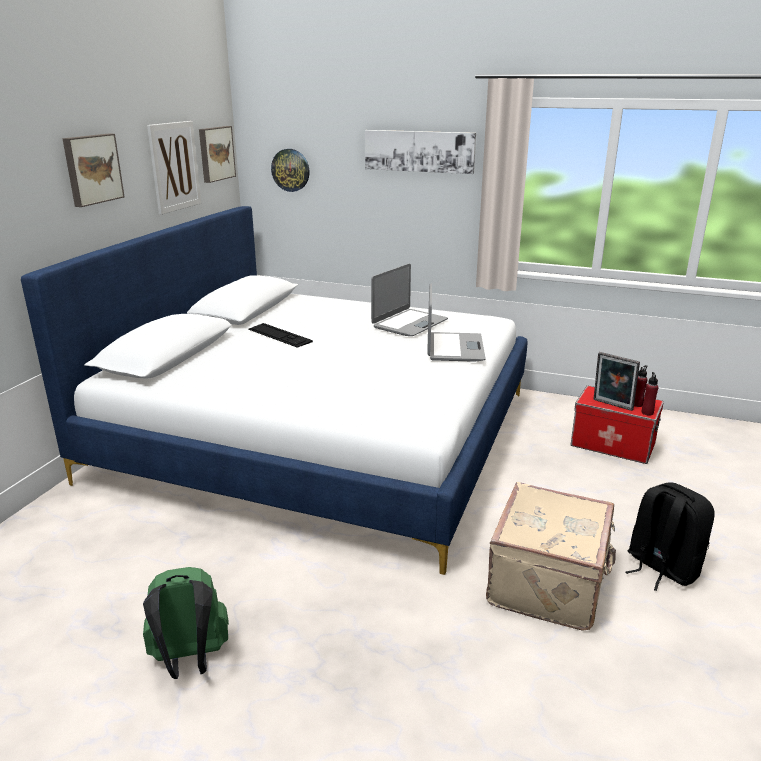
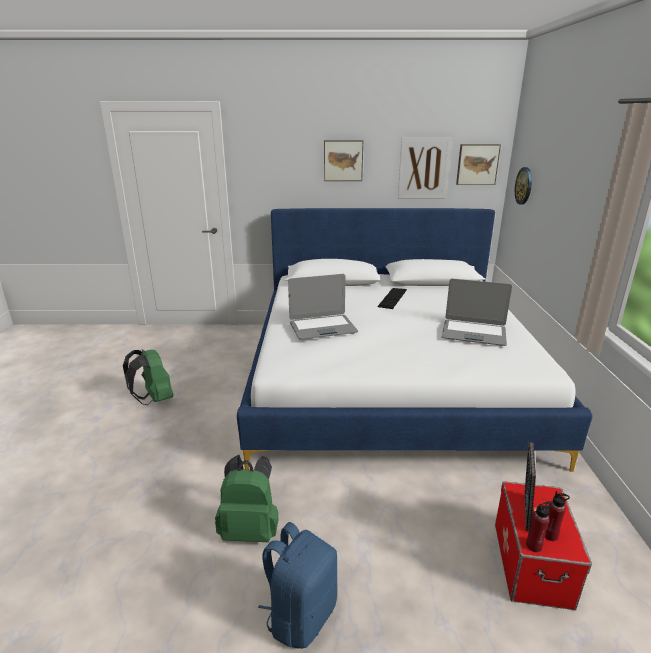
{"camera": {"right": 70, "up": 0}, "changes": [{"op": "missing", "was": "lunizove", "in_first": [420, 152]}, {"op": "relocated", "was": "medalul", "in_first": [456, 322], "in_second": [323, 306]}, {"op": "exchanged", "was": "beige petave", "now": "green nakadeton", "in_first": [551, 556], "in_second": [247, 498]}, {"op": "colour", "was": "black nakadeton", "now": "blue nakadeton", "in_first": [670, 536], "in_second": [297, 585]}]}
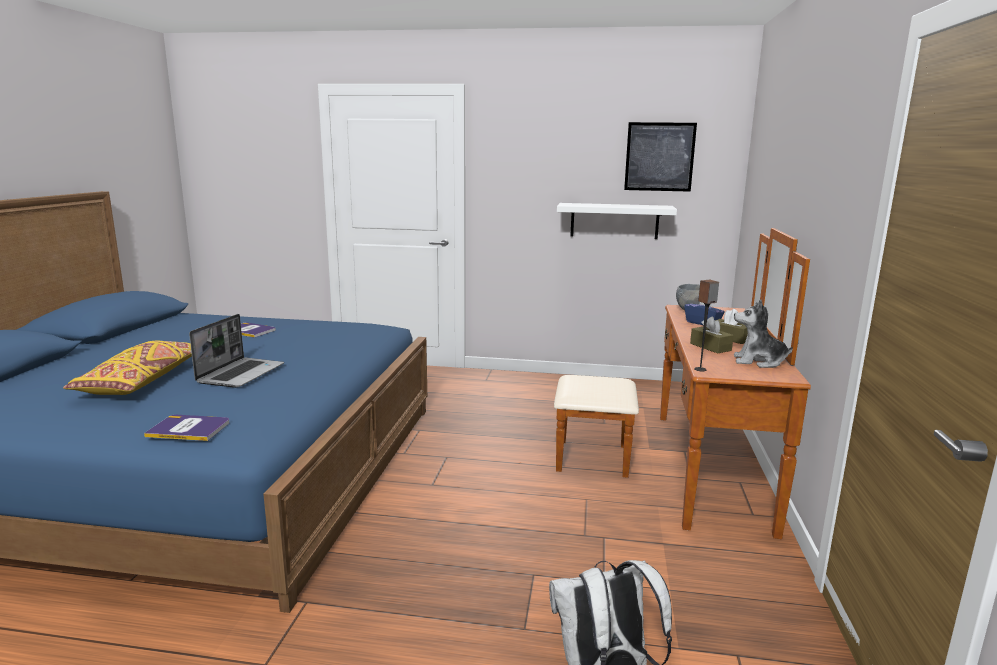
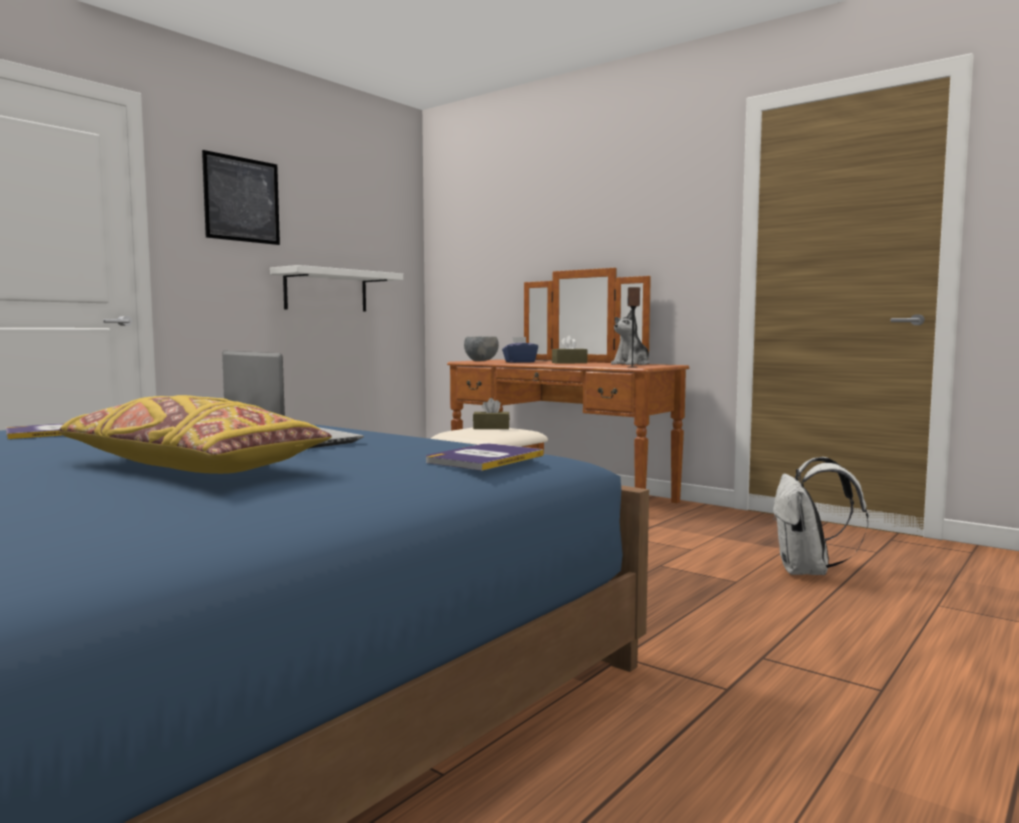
{"camera": {"right": -60, "up": -10}, "changes": [{"op": "relocated", "was": "lunizove", "in_first": [660, 157], "in_second": [241, 197]}, {"op": "relocated", "was": "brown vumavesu", "in_first": [712, 334], "in_second": [491, 413]}]}
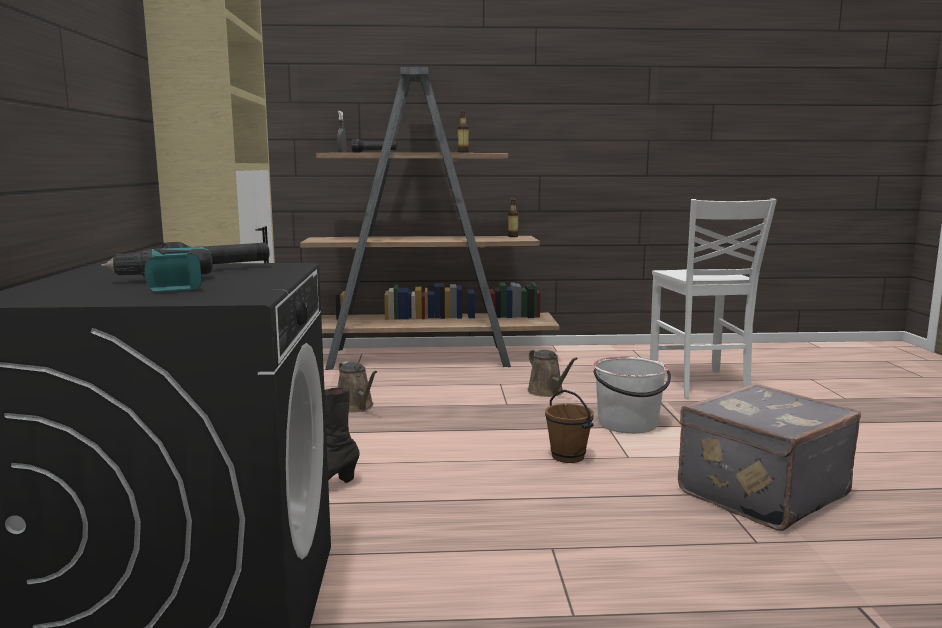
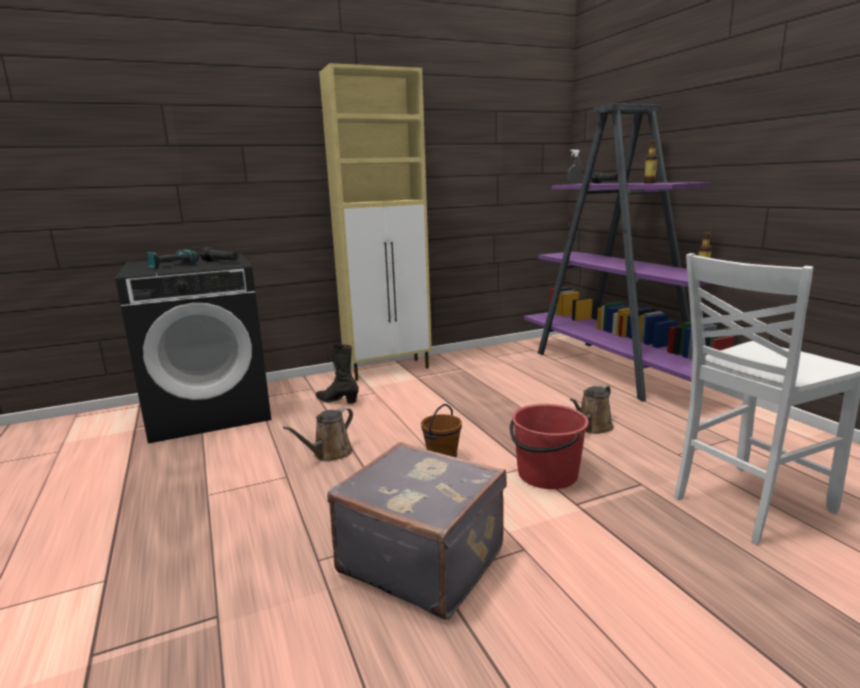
{"camera": {"right": 70, "up": 5}, "changes": [{"op": "colour", "was": "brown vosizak", "now": "purple vosizak", "in_first": [430, 218], "in_second": [629, 252]}, {"op": "colour", "was": "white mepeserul", "now": "red mepeserul", "in_first": [632, 395], "in_second": [549, 446]}, {"op": "relocated", "was": "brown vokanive", "in_first": [357, 387], "in_second": [318, 434]}]}
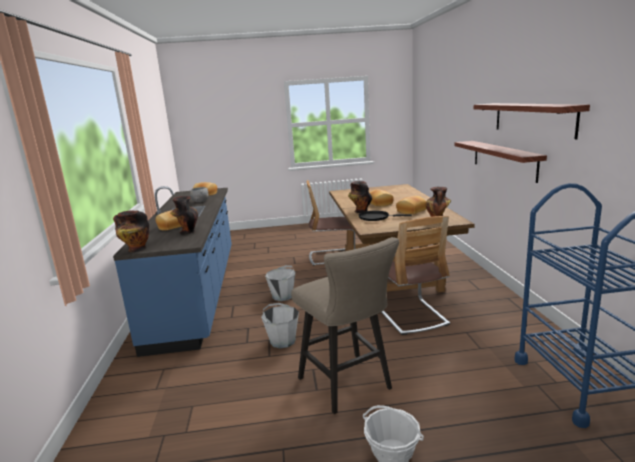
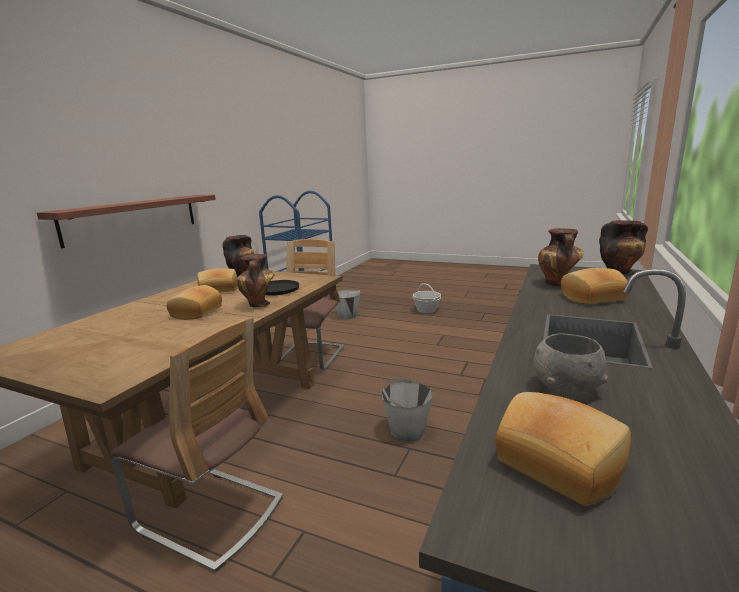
{"camera": {"right": -150, "up": 0}, "changes": [{"op": "missing", "was": "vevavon", "in_first": [532, 121]}, {"op": "missing", "was": "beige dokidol", "in_first": [345, 325]}, {"op": "relocated", "was": "grey mepeserul", "in_first": [280, 326], "in_second": [348, 305]}]}
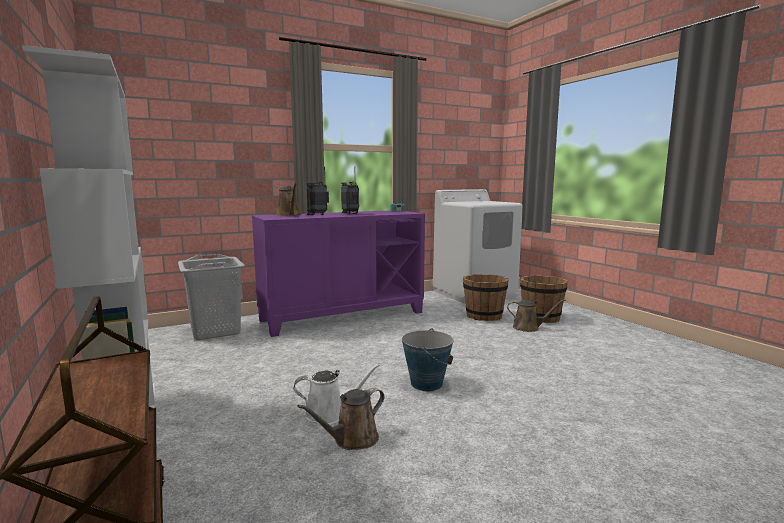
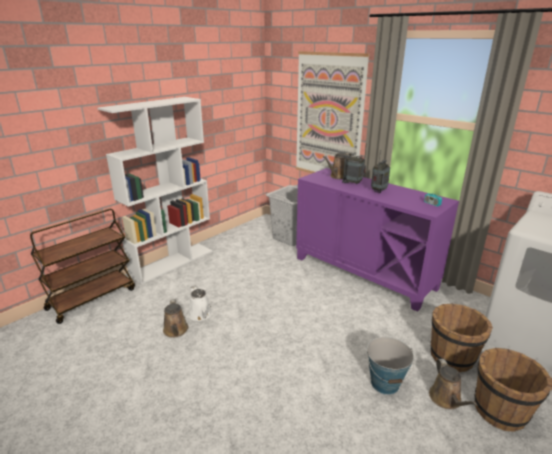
{"camera": {"right": 70, "up": 15}, "changes": [{"op": "relocated", "was": "mepeserul", "in_first": [427, 359], "in_second": [390, 366]}, {"op": "spun", "was": "brown vokanive", "in_first": [340, 419], "in_second": [175, 318], "clockwise": -135}, {"op": "appeared", "now": "lunizove", "in_second": [333, 112]}]}
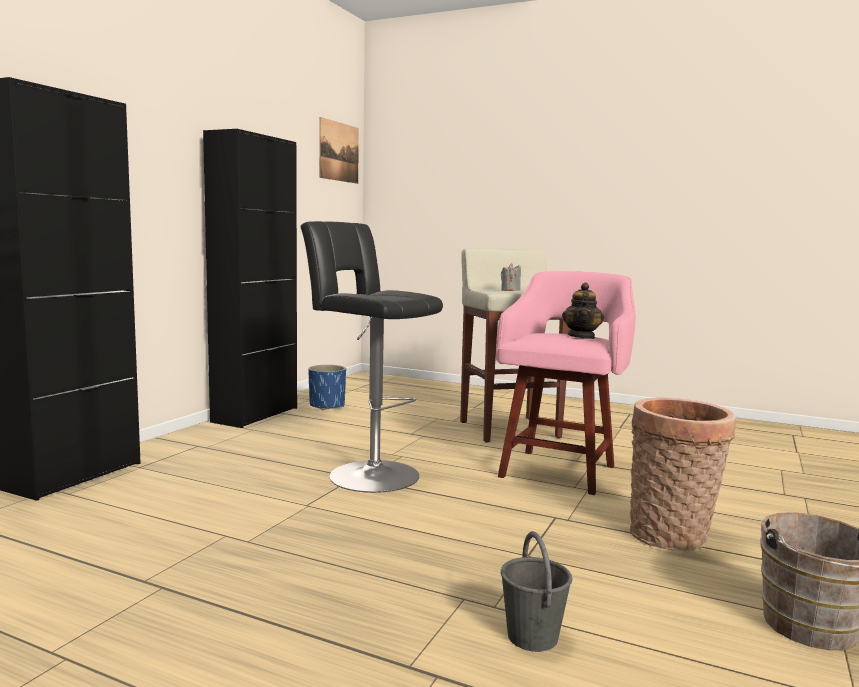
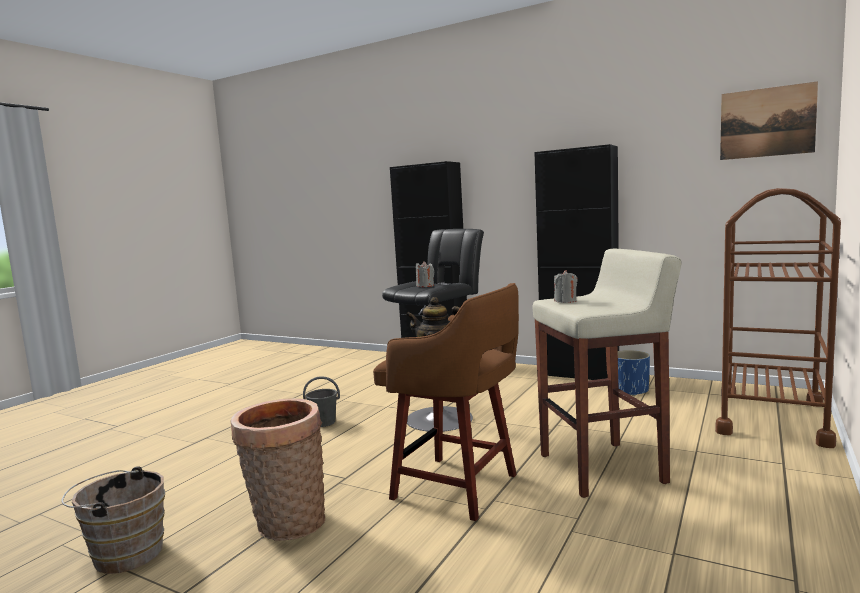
{"camera": {"right": 95, "up": 0}, "changes": [{"op": "colour", "was": "pink dokidol", "now": "brown dokidol", "in_first": [566, 383], "in_second": [446, 402]}, {"op": "relocated", "was": "grey mepeserul", "in_first": [536, 591], "in_second": [321, 401]}, {"op": "appeared", "now": "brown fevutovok", "in_second": [778, 318]}, {"op": "appeared", "now": "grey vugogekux", "in_second": [425, 274]}]}
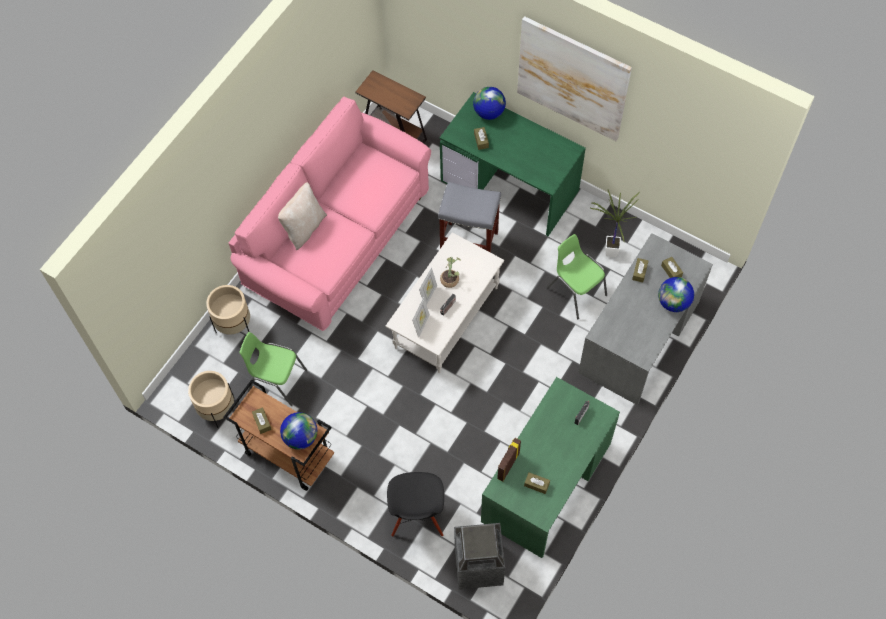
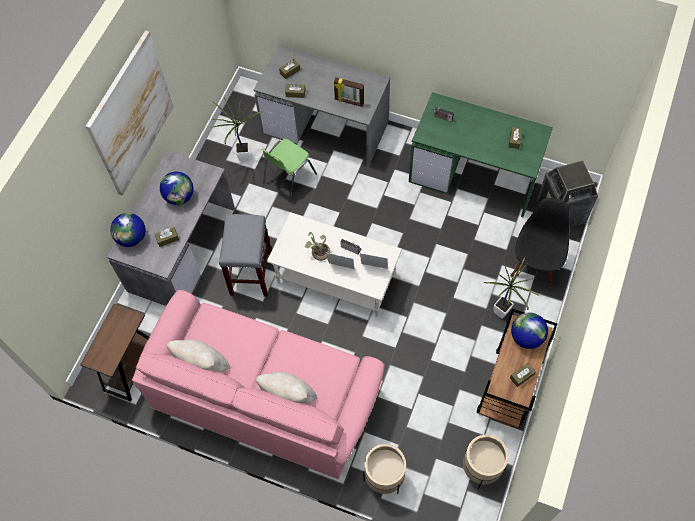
{"camera": {"right": -100, "up": 0}, "changes": [{"op": "colour", "was": "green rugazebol", "now": "grey rugazebol", "in_first": [513, 164], "in_second": [171, 228]}, {"op": "relocated", "was": "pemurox", "in_first": [676, 294], "in_second": [177, 188]}, {"op": "missing", "was": "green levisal", "in_first": [273, 369]}, {"op": "relocated", "was": "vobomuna", "in_first": [509, 460], "in_second": [349, 92]}, {"op": "spun", "was": "black levisal", "in_first": [415, 504], "in_second": [539, 242], "clockwise": -60}, {"op": "appeared", "now": "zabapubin", "in_second": [511, 288]}, {"op": "appeared", "now": "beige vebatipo", "in_second": [198, 355]}]}
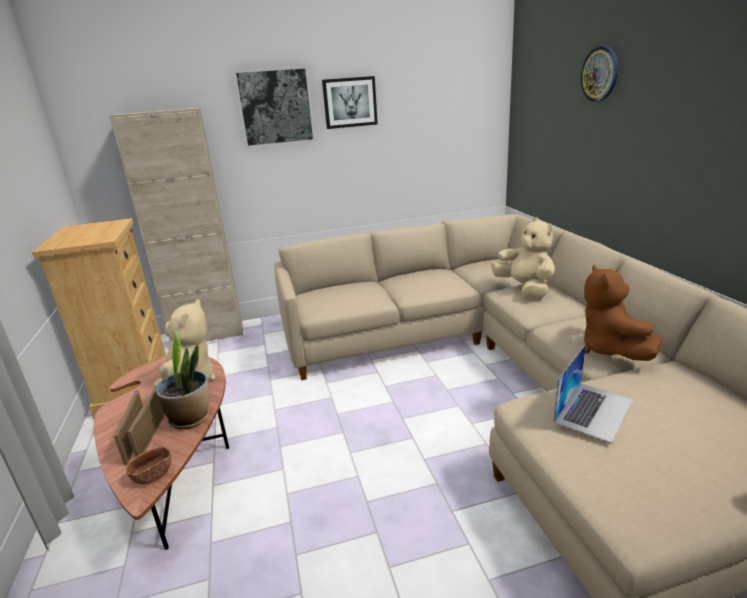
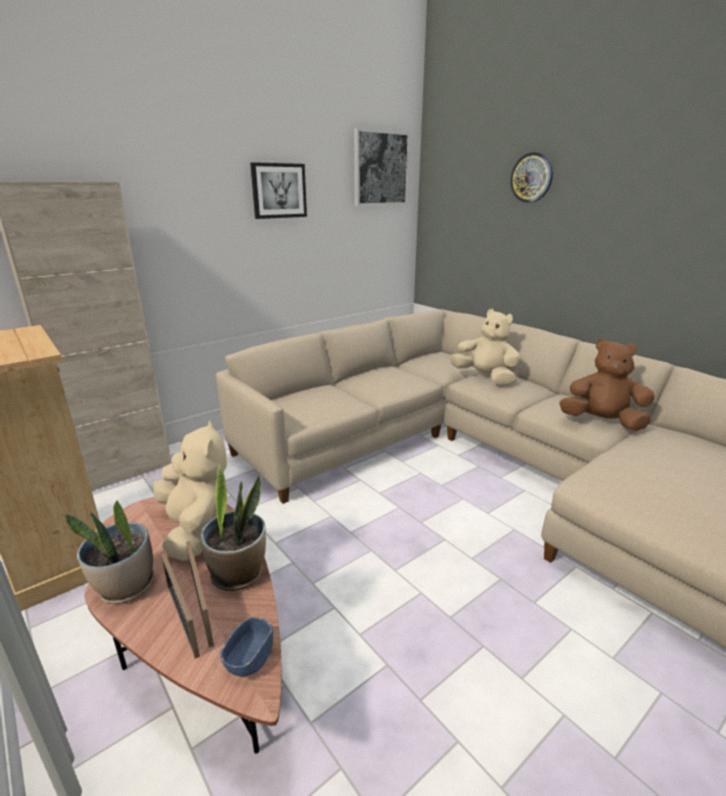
{"camera": {"right": -25, "up": 0}, "changes": [{"op": "relocated", "was": "lunizove", "in_first": [274, 106], "in_second": [382, 167]}, {"op": "spun", "was": "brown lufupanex", "in_first": [623, 313], "in_second": [606, 384], "clockwise": 135}, {"op": "missing", "was": "medalul", "in_first": [594, 393]}, {"op": "colour", "was": "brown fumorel", "now": "blue fumorel", "in_first": [148, 465], "in_second": [246, 647]}, {"op": "appeared", "now": "zabapubin", "in_second": [109, 552]}]}
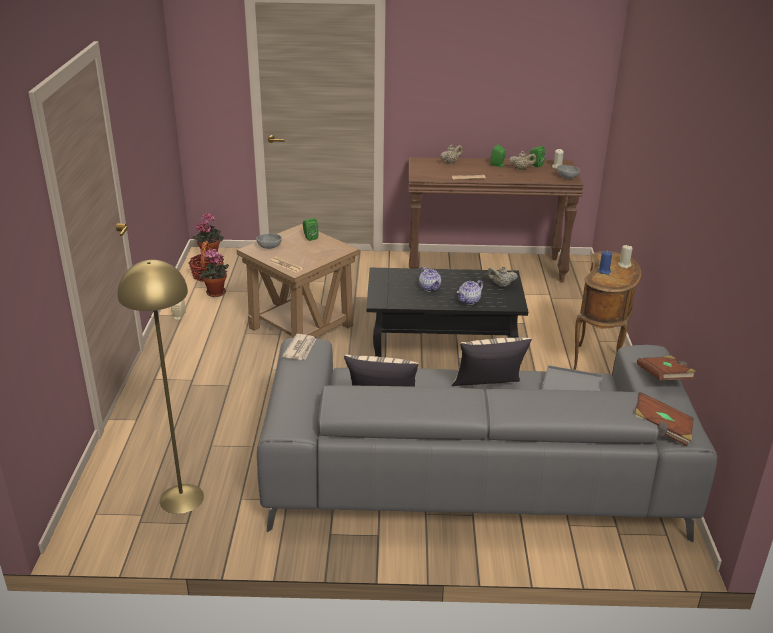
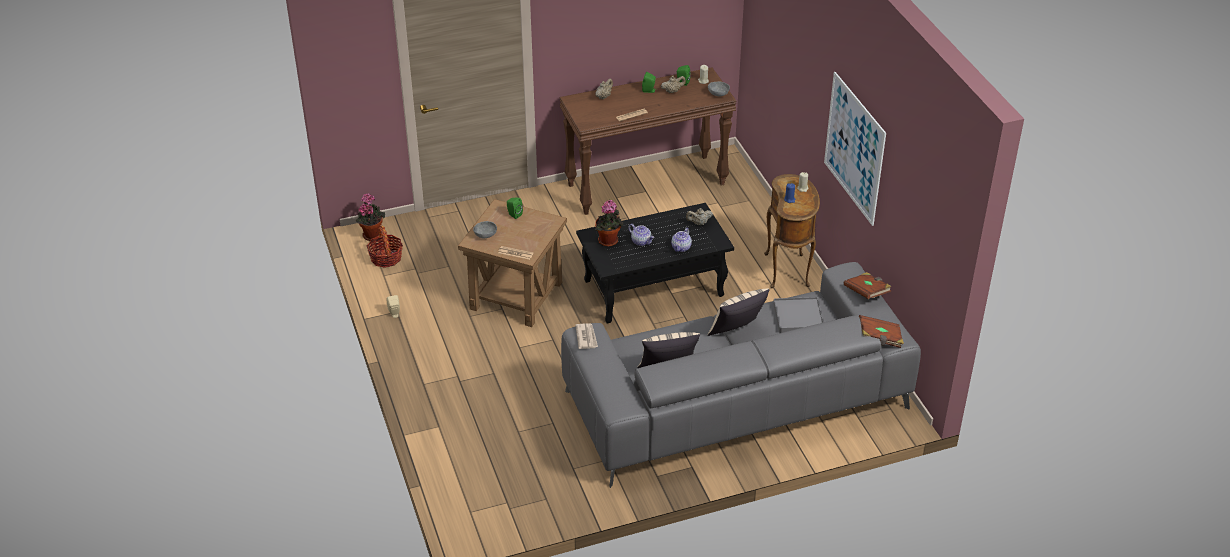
{"camera": {"right": -20, "up": 10}, "changes": [{"op": "relocated", "was": "zabapubin", "in_first": [213, 273], "in_second": [609, 223]}, {"op": "missing", "was": "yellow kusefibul", "in_first": [161, 387]}, {"op": "appeared", "now": "lunizove", "in_second": [855, 149]}]}
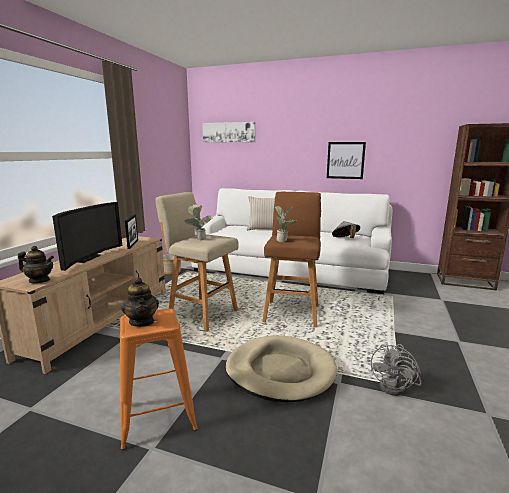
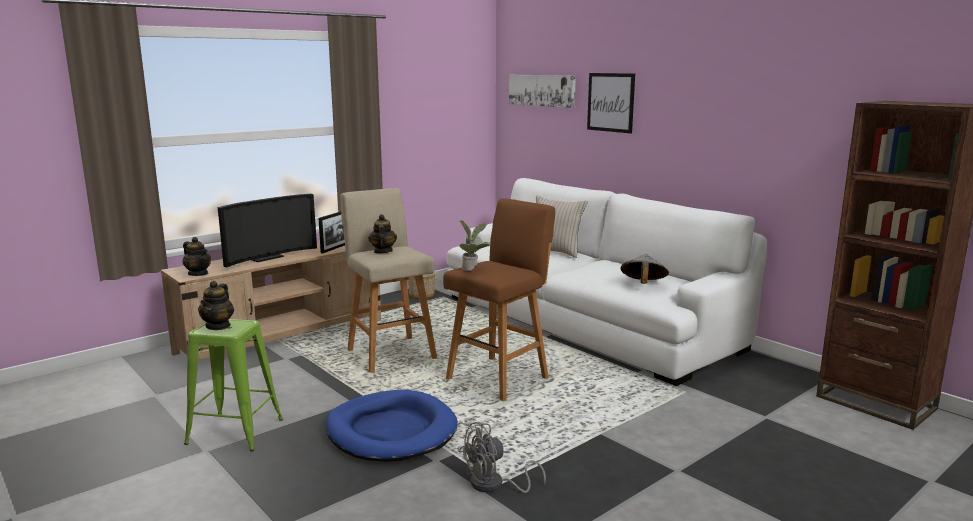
{"camera": {"right": 30, "up": 0}, "changes": [{"op": "relocated", "was": "lunizove", "in_first": [346, 160], "in_second": [611, 103]}, {"op": "exchanged", "was": "zabapubin", "now": "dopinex", "in_first": [199, 222], "in_second": [382, 233]}, {"op": "colour", "was": "orange dokidol", "now": "green dokidol", "in_first": [159, 380], "in_second": [233, 385]}, {"op": "colour", "was": "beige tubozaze", "now": "blue tubozaze", "in_first": [281, 369], "in_second": [391, 425]}]}
